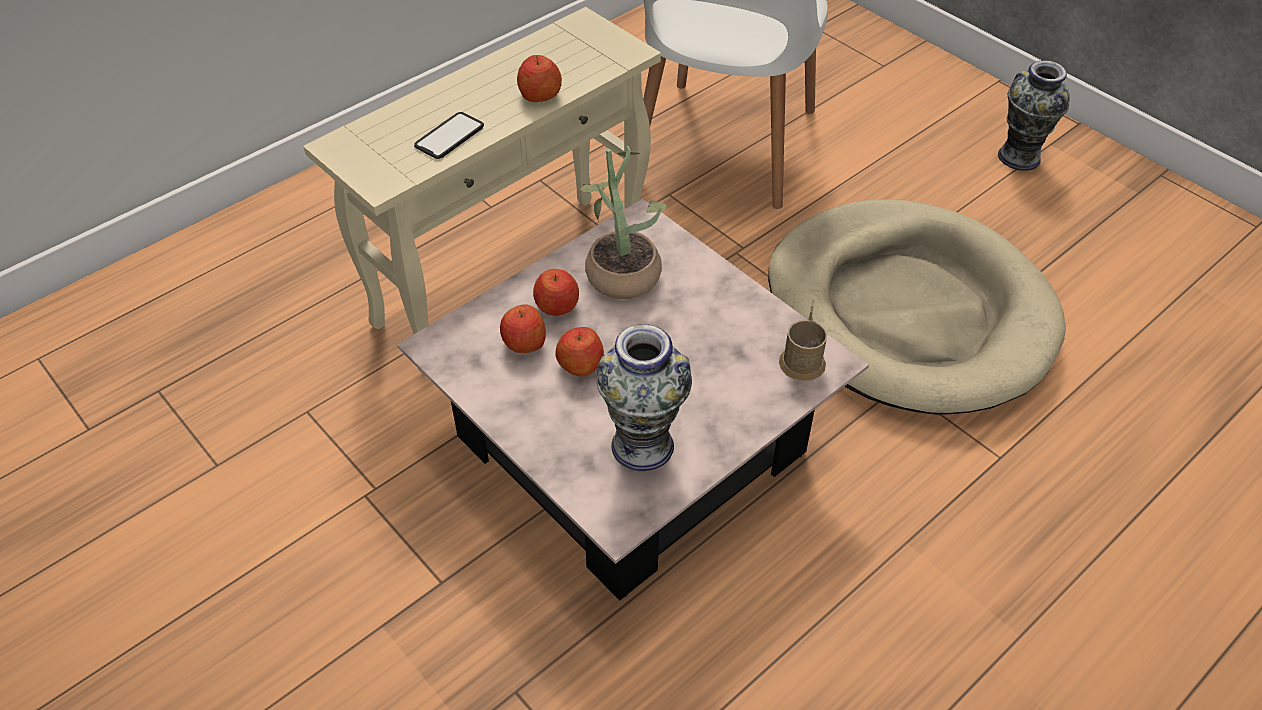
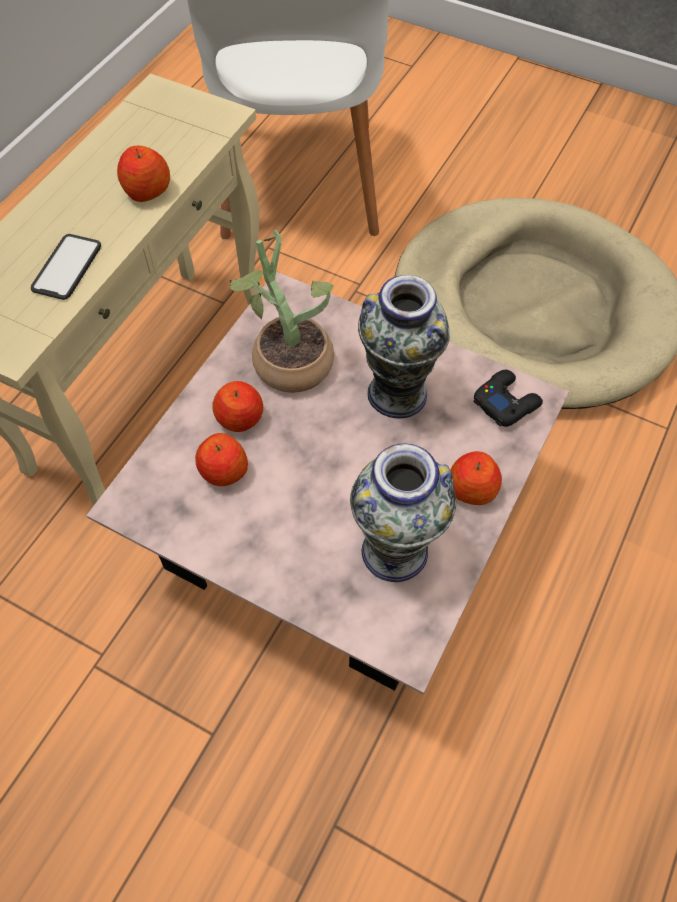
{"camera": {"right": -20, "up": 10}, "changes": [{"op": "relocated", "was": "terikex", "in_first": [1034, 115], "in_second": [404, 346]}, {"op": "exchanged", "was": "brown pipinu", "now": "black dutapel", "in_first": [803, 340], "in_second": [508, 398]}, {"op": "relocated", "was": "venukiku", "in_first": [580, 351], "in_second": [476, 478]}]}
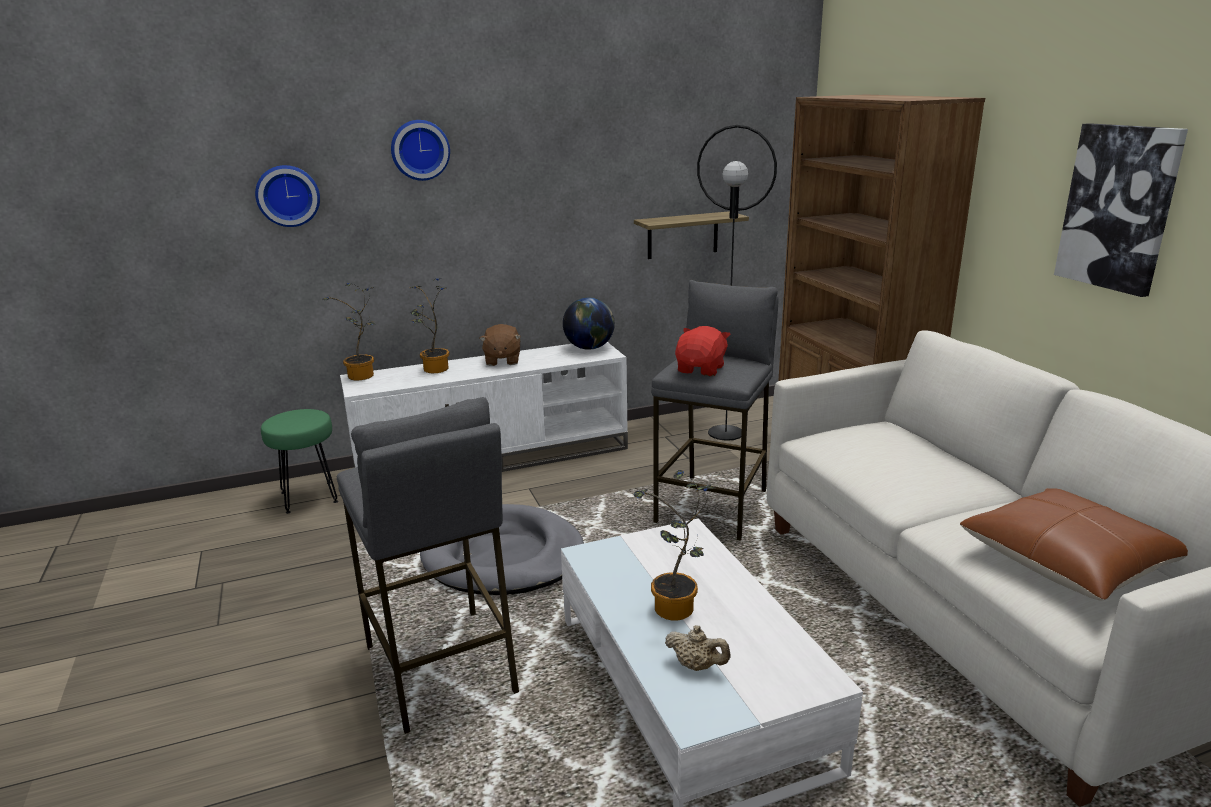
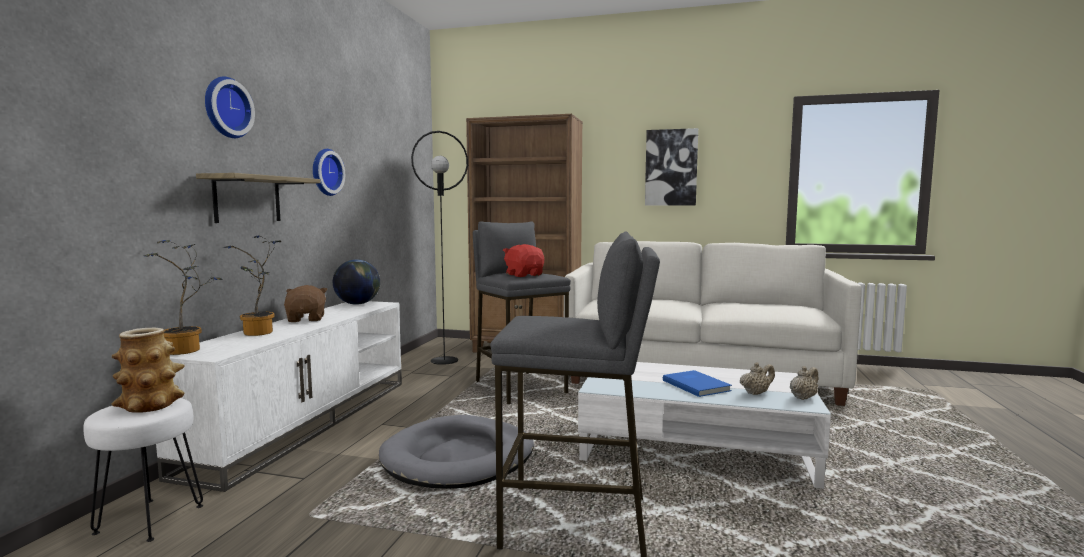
{"camera": {"right": -55, "up": -15}, "changes": [{"op": "relocated", "was": "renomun", "in_first": [287, 196], "in_second": [329, 172]}, {"op": "relocated", "was": "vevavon", "in_first": [691, 235], "in_second": [258, 198]}, {"op": "spun", "was": "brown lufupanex", "in_first": [500, 345], "in_second": [306, 303], "clockwise": -135}, {"op": "colour", "was": "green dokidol", "now": "white dokidol", "in_first": [299, 461], "in_second": [143, 470]}, {"op": "exchanged", "was": "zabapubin", "now": "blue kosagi", "in_first": [675, 545], "in_second": [697, 383]}, {"op": "missing", "was": "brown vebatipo", "in_first": [1074, 544]}, {"op": "appeared", "now": "terikex", "in_second": [148, 370]}, {"op": "appeared", "now": "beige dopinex", "in_second": [804, 383]}]}
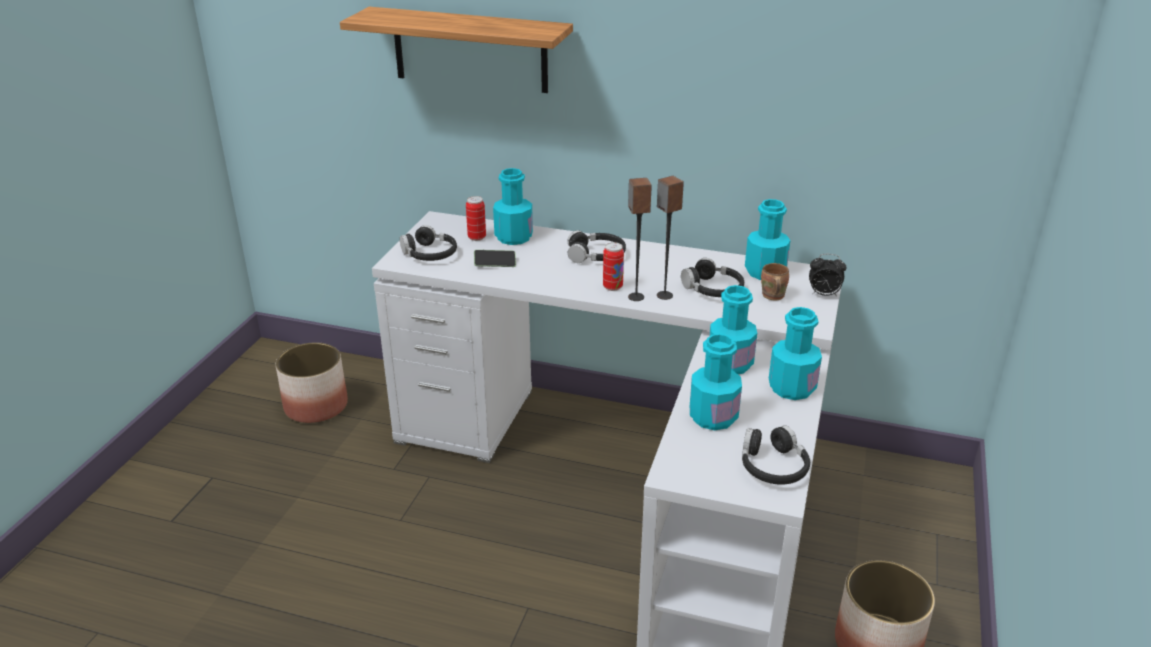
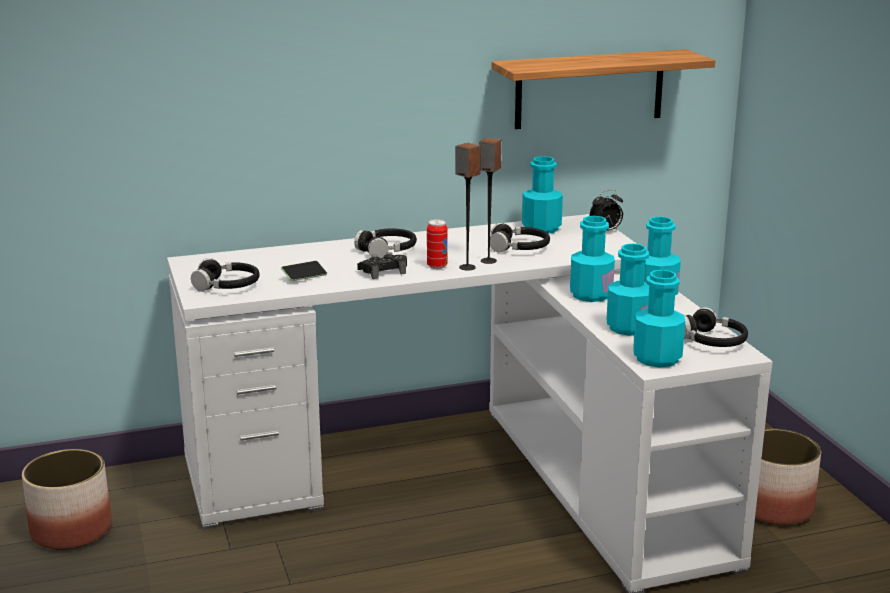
{"camera": {"right": -35, "up": -10}, "changes": [{"op": "relocated", "was": "vevavon", "in_first": [456, 50], "in_second": [603, 89]}, {"op": "relocated", "was": "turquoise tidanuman", "in_first": [513, 206], "in_second": [659, 318]}, {"op": "missing", "was": "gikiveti", "in_first": [476, 218]}, {"op": "missing", "was": "brown pipinu", "in_first": [775, 282]}, {"op": "appeared", "now": "black dutapel", "in_second": [382, 265]}]}
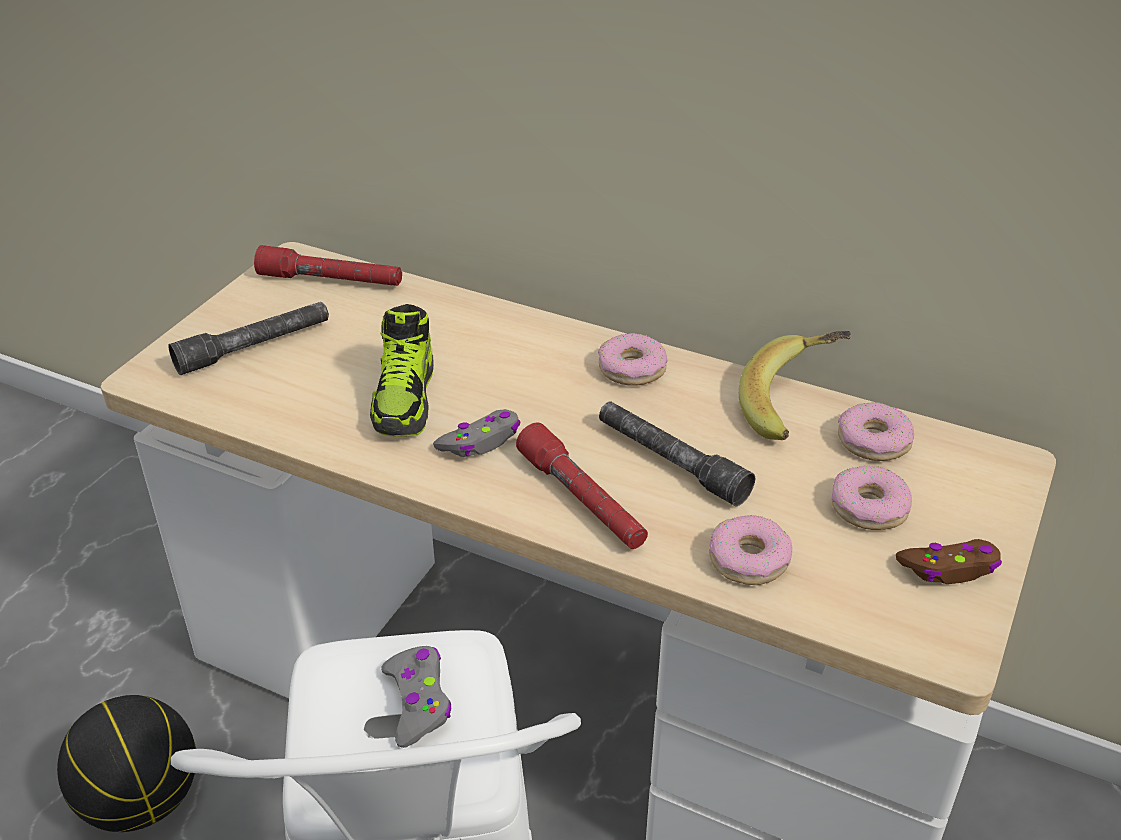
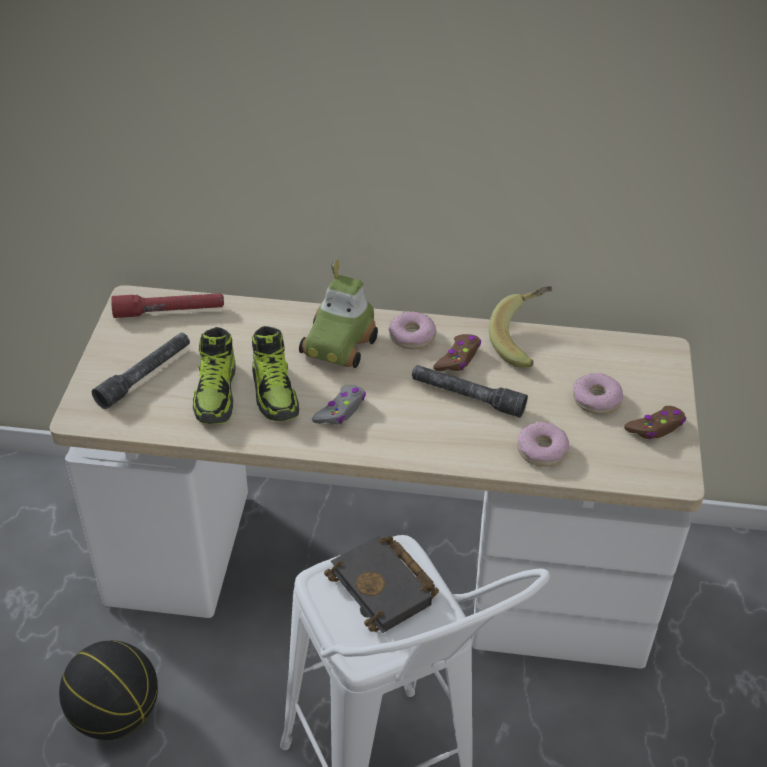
{"camera": {"right": -20, "up": 5}, "changes": [{"op": "missing", "was": "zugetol", "in_first": [876, 431]}, {"op": "missing", "was": "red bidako", "in_first": [582, 486]}, {"op": "exchanged", "was": "grey dutapel", "now": "black kosagi", "in_first": [416, 697], "in_second": [381, 584]}, {"op": "appeared", "now": "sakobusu", "in_second": [338, 313]}, {"op": "appeared", "now": "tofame", "in_second": [214, 375]}, {"op": "appeared", "now": "brown dutapel", "in_second": [457, 352]}]}
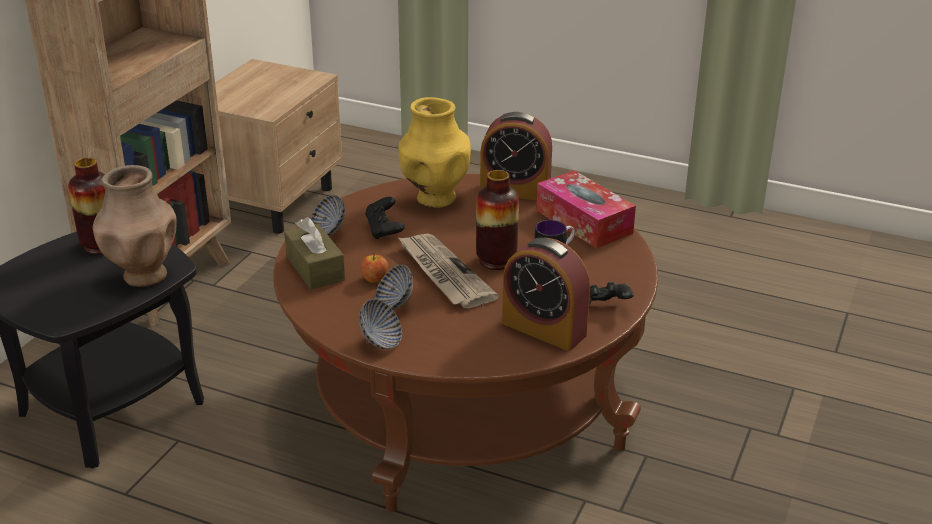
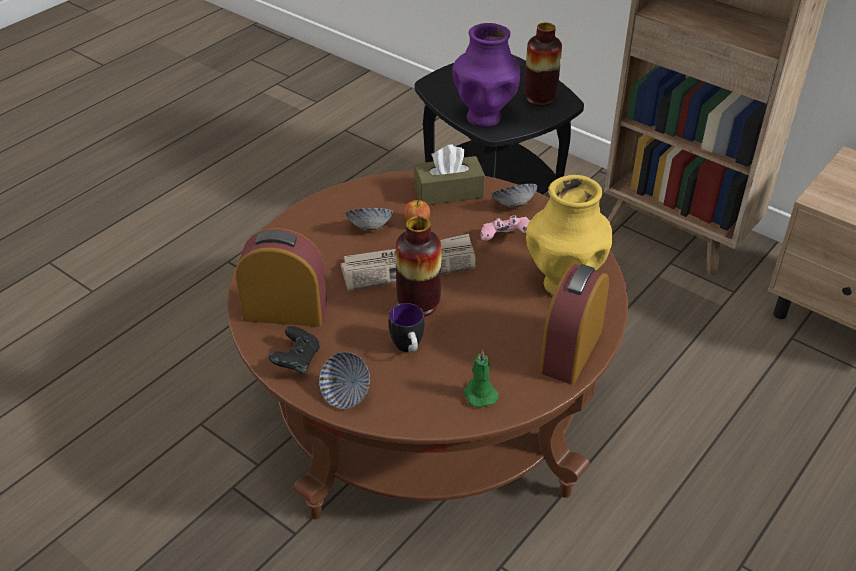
{"camera": {"right": 105, "up": 10}, "changes": [{"op": "colour", "was": "brown terikex", "now": "purple terikex", "in_first": [135, 226], "in_second": [486, 75]}, {"op": "exchanged", "was": "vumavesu", "now": "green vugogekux", "in_first": [586, 209], "in_second": [481, 378]}, {"op": "colour", "was": "black dutapel", "now": "pink dutapel", "in_first": [385, 218], "in_second": [505, 228]}, {"op": "spun", "was": "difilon", "in_first": [546, 294], "in_second": [281, 277], "clockwise": 45}, {"op": "relocated", "was": "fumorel", "in_first": [380, 324], "in_second": [344, 380]}]}
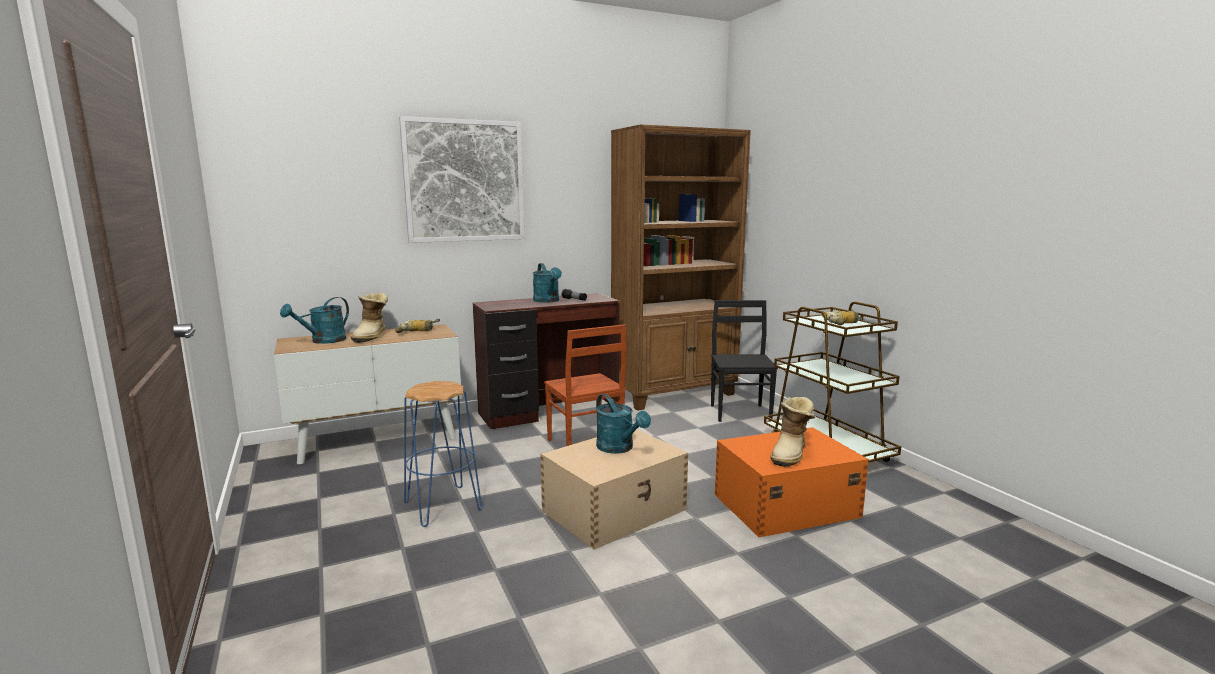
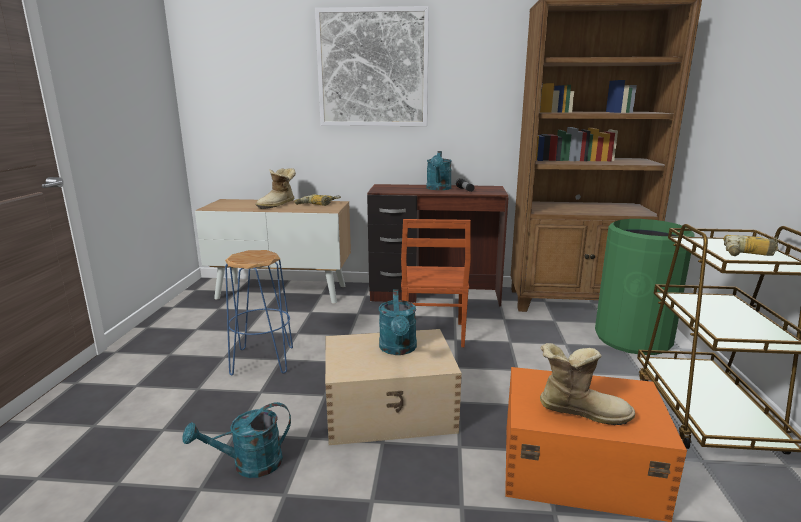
{"camera": {"right": 30, "up": 5}, "changes": [{"op": "relocated", "was": "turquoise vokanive", "in_first": [314, 320], "in_second": [236, 440]}, {"op": "exchanged", "was": "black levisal", "now": "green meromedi", "in_first": [744, 361], "in_second": [645, 287]}, {"op": "spun", "was": "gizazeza", "in_first": [792, 432], "in_second": [587, 384], "clockwise": -135}]}
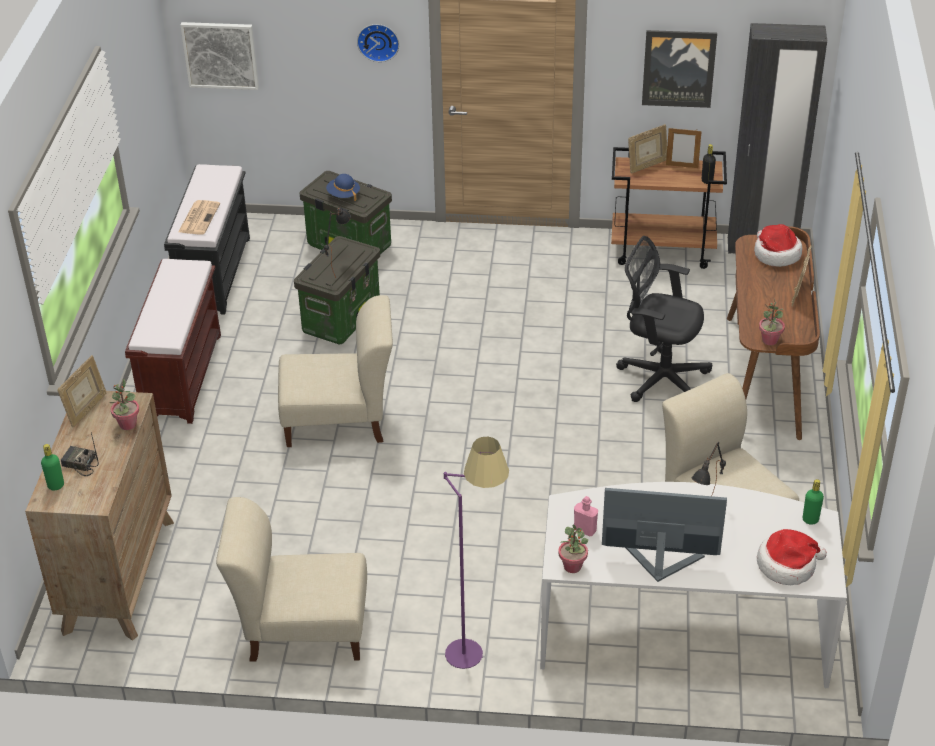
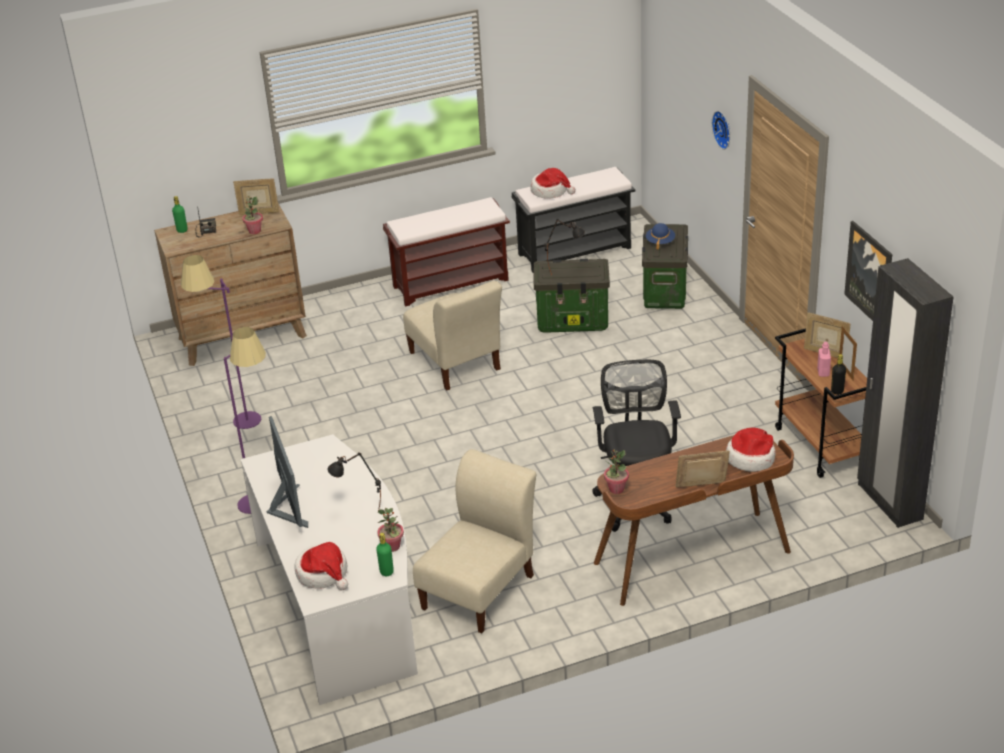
{"camera": {"right": 65, "up": -5}, "changes": [{"op": "missing", "was": "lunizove", "in_first": [219, 56]}, {"op": "exchanged", "was": "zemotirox", "now": "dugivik", "in_first": [199, 217], "in_second": [553, 183]}, {"op": "relocated", "was": "pink tidanuman", "in_first": [586, 516], "in_second": [824, 359]}, {"op": "exchanged", "was": "beige levisal", "now": "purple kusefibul", "in_first": [291, 579], "in_second": [221, 342]}, {"op": "relocated", "was": "zabapubin", "in_first": [573, 548], "in_second": [391, 530]}]}
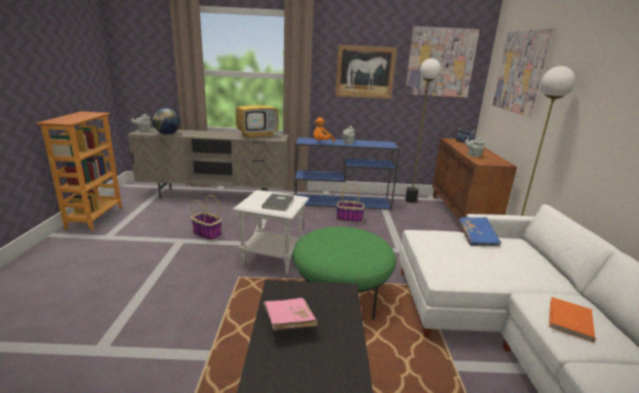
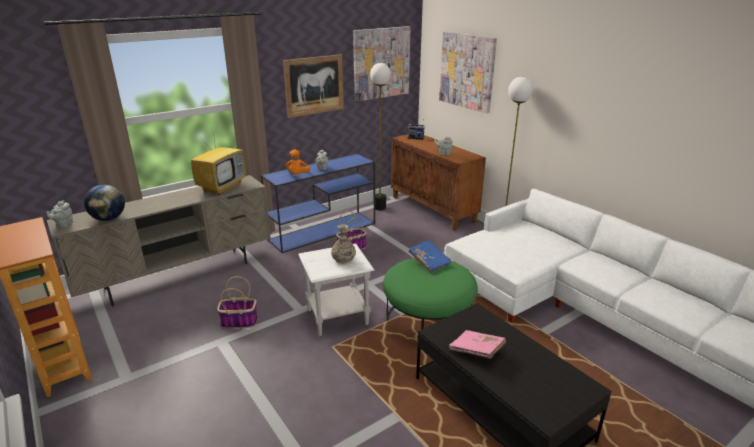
{"camera": {"right": -35, "up": 5}, "changes": [{"op": "exchanged", "was": "grey kosagi", "now": "terikex", "in_first": [278, 202], "in_second": [343, 244]}, {"op": "relocated", "was": "blue kosagi", "in_first": [479, 231], "in_second": [430, 256]}, {"op": "missing", "was": "orange kosagi", "in_first": [572, 319]}]}
